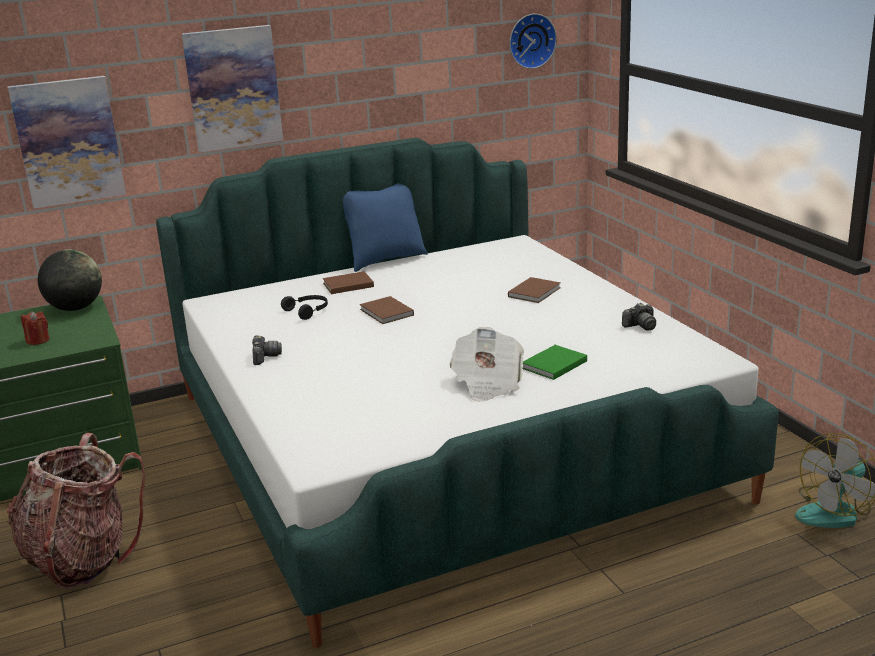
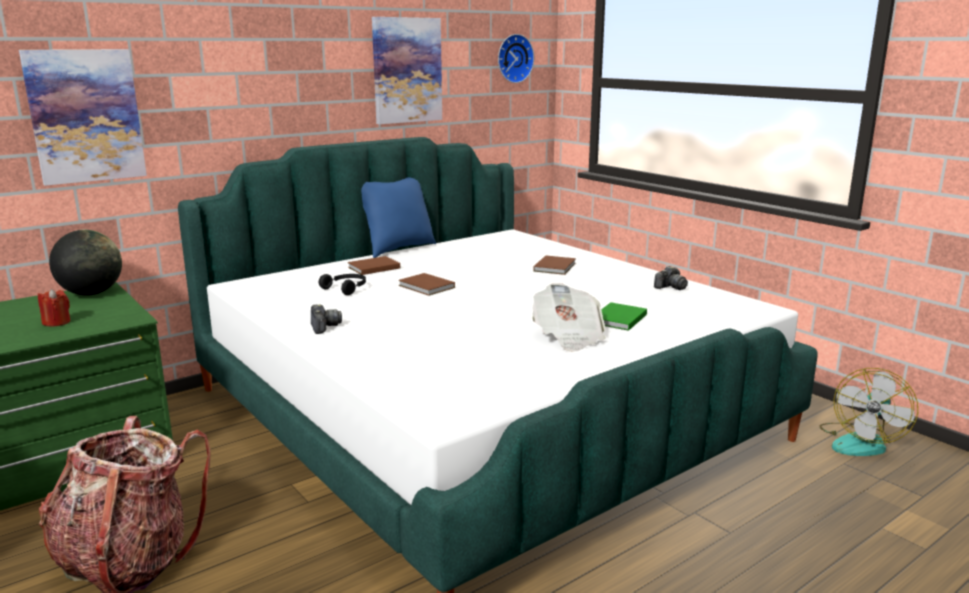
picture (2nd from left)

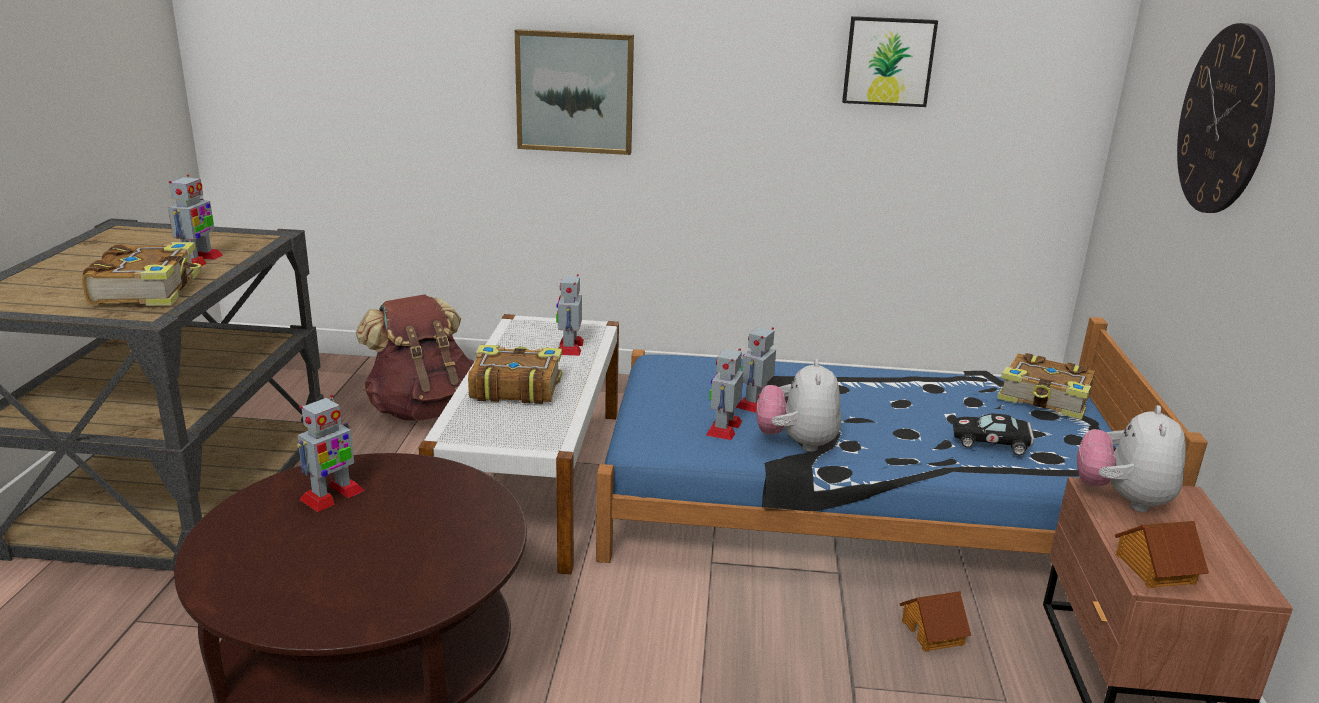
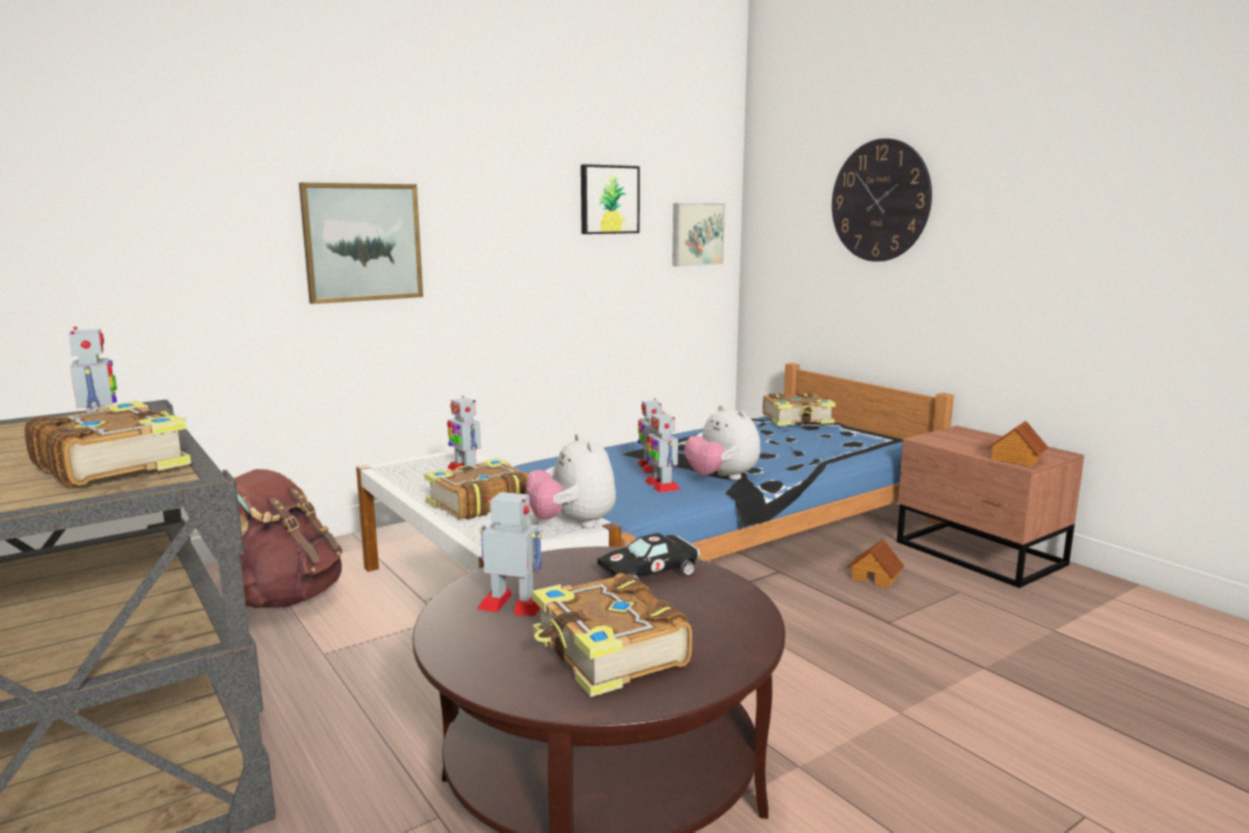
toy robot (3rd from left); plush toy (1st from left); black toy car; picture (3rd from left); book (3rd from left)

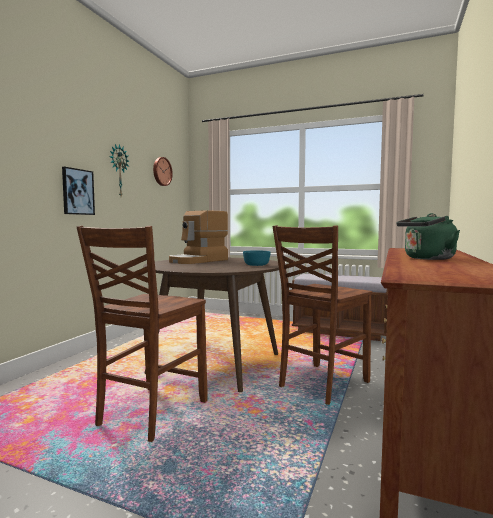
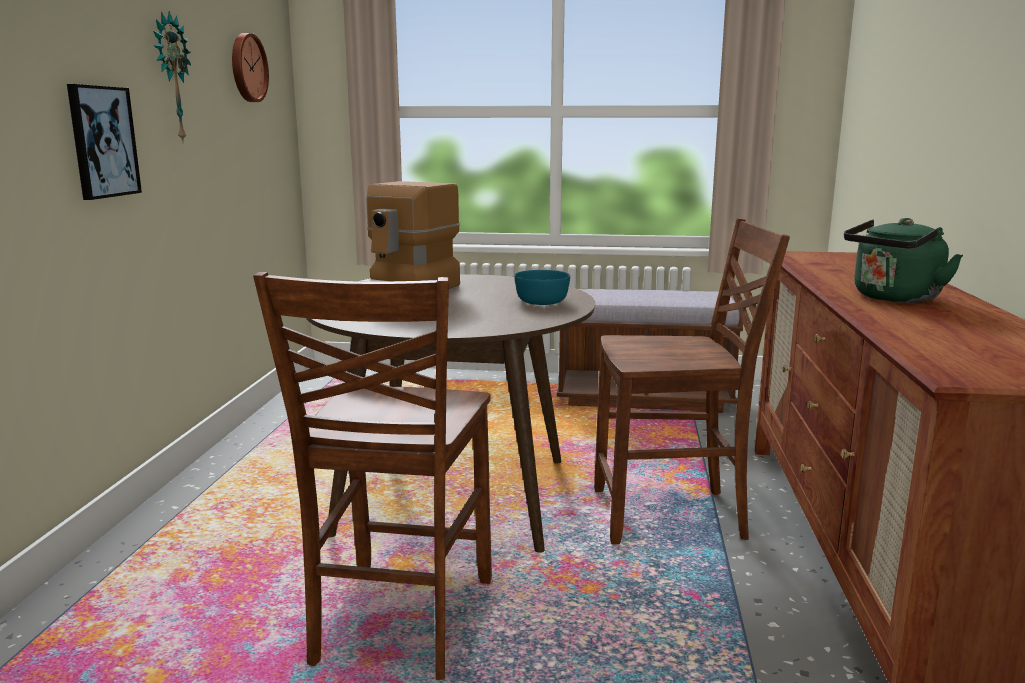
brown chair (2nd from left)

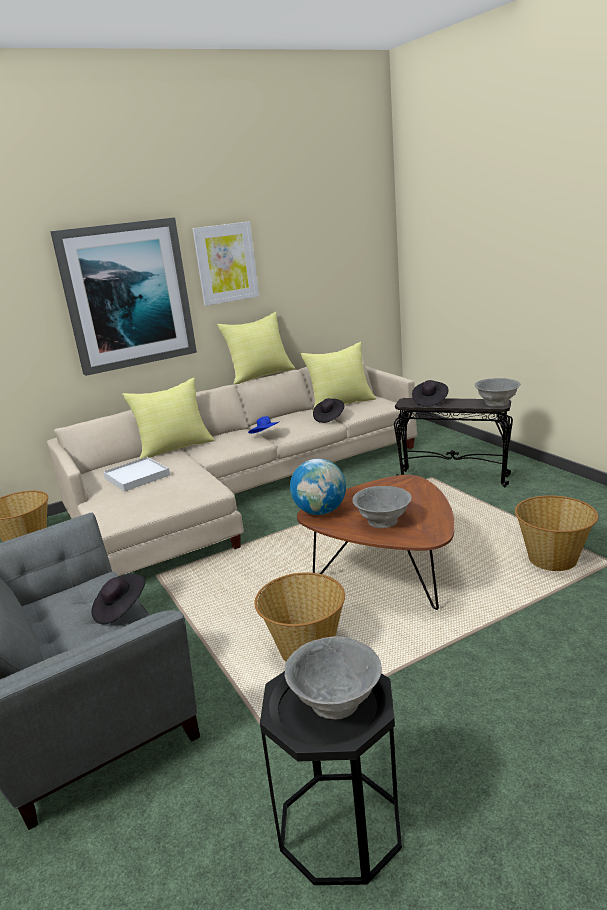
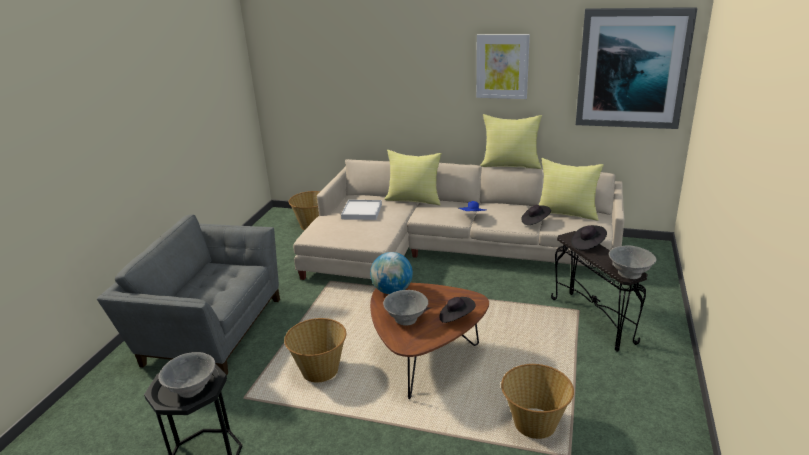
picture (2nd from left); black hat (1st from left)

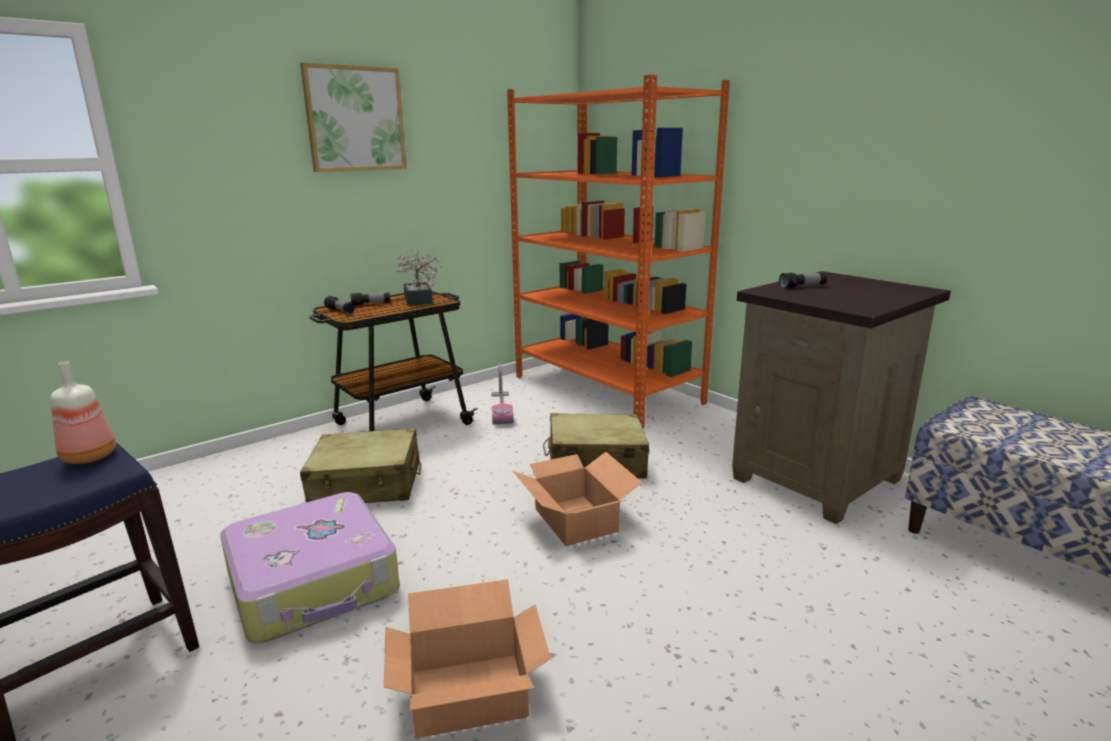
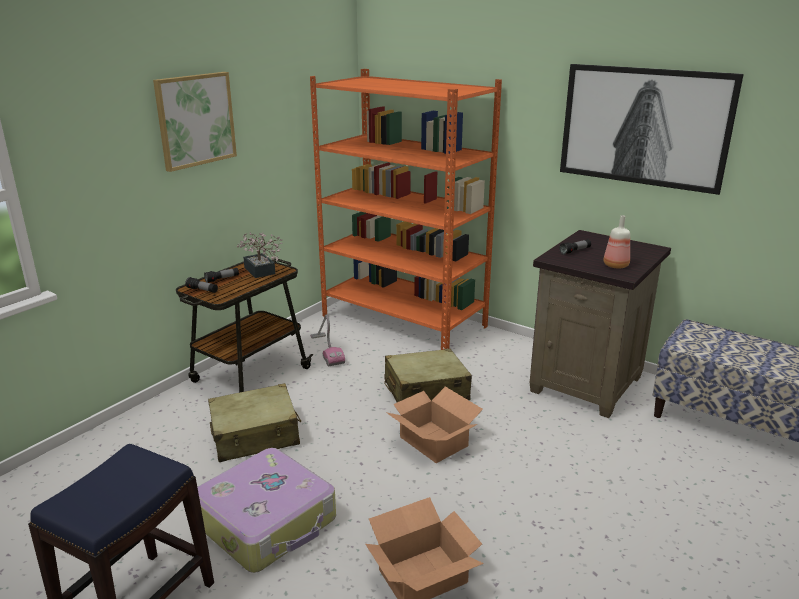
bottle; picture (2nd from left)

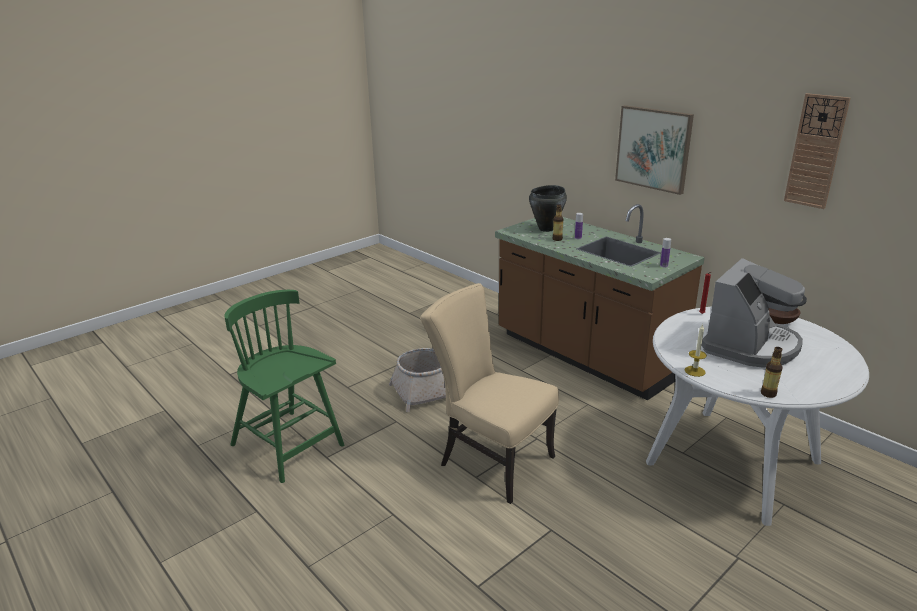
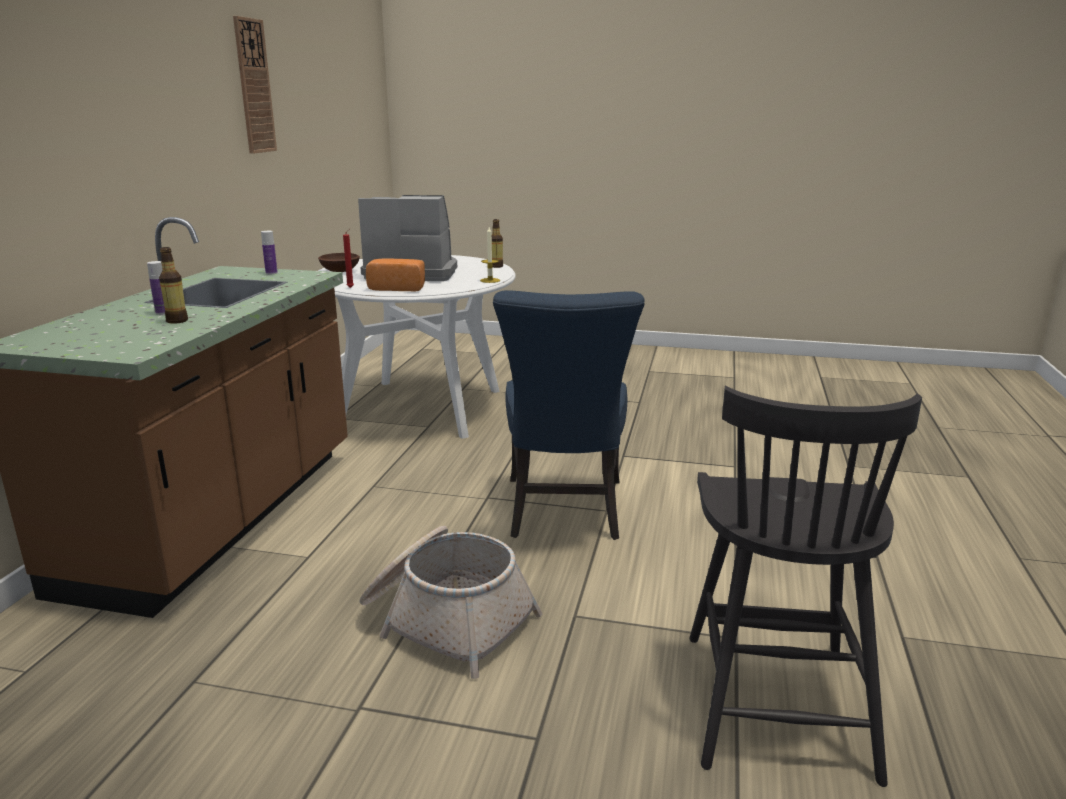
picture; black cooking pot; blue chair; black chair; bread

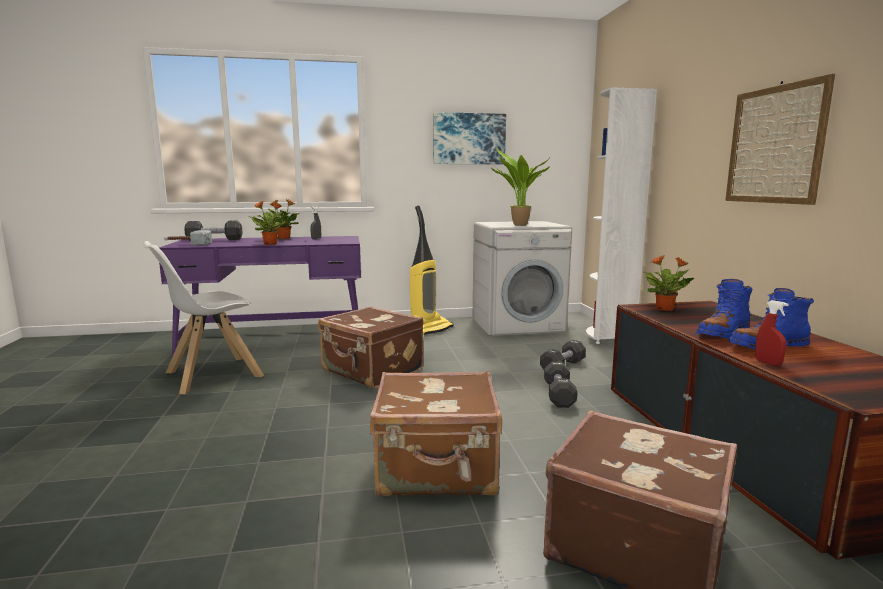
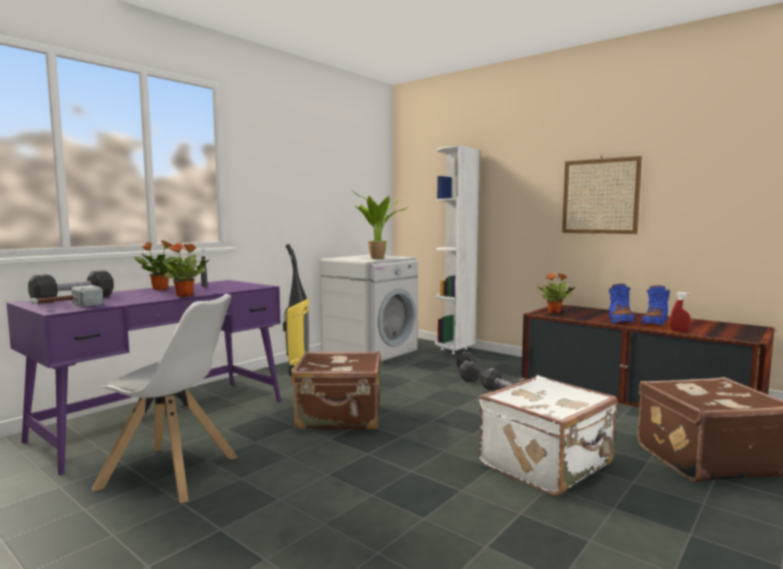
picture (1st from left in the first image); chair; white suitcase

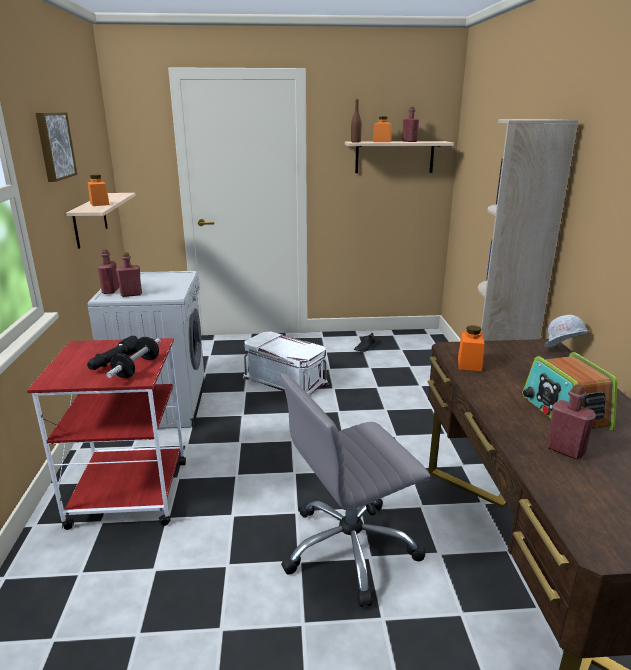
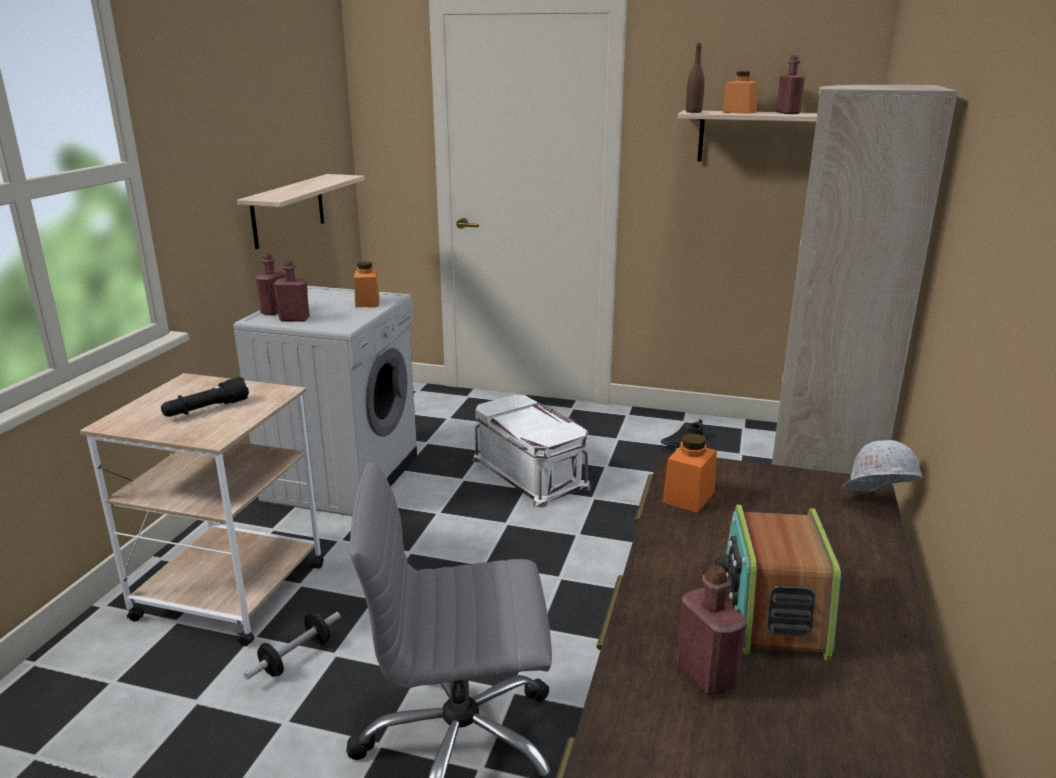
picture; orange jar (1st from left); dumbbell; beige cart

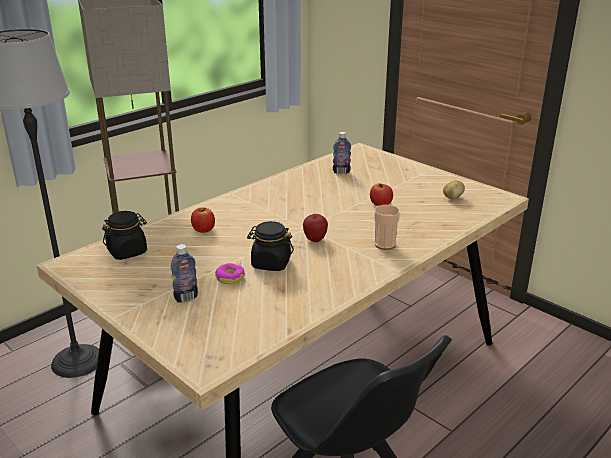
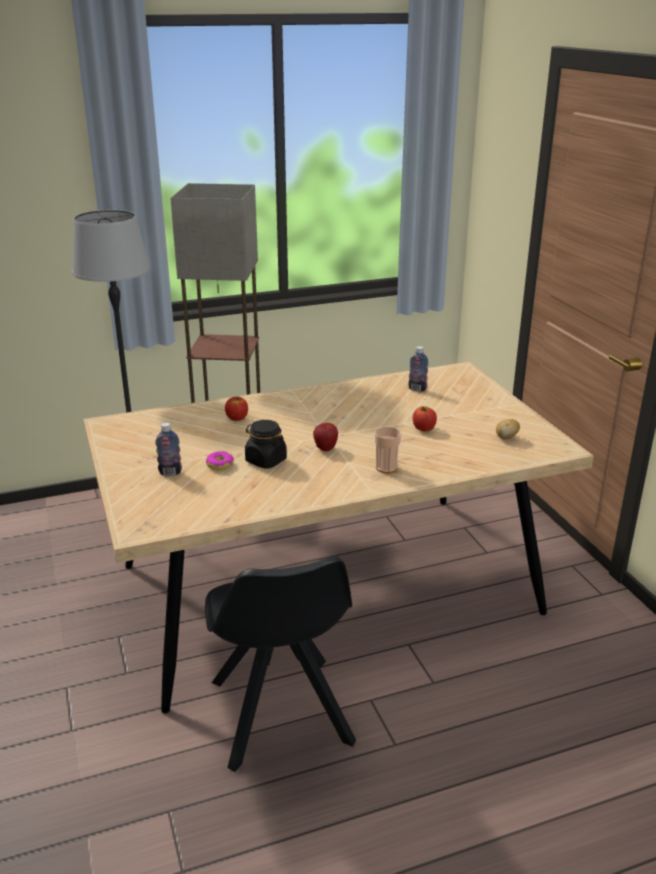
black jar (1st from left in the first image)

